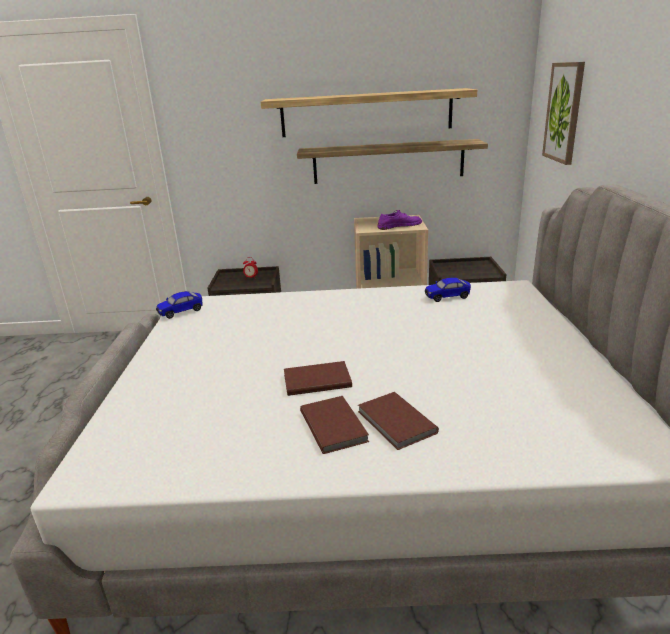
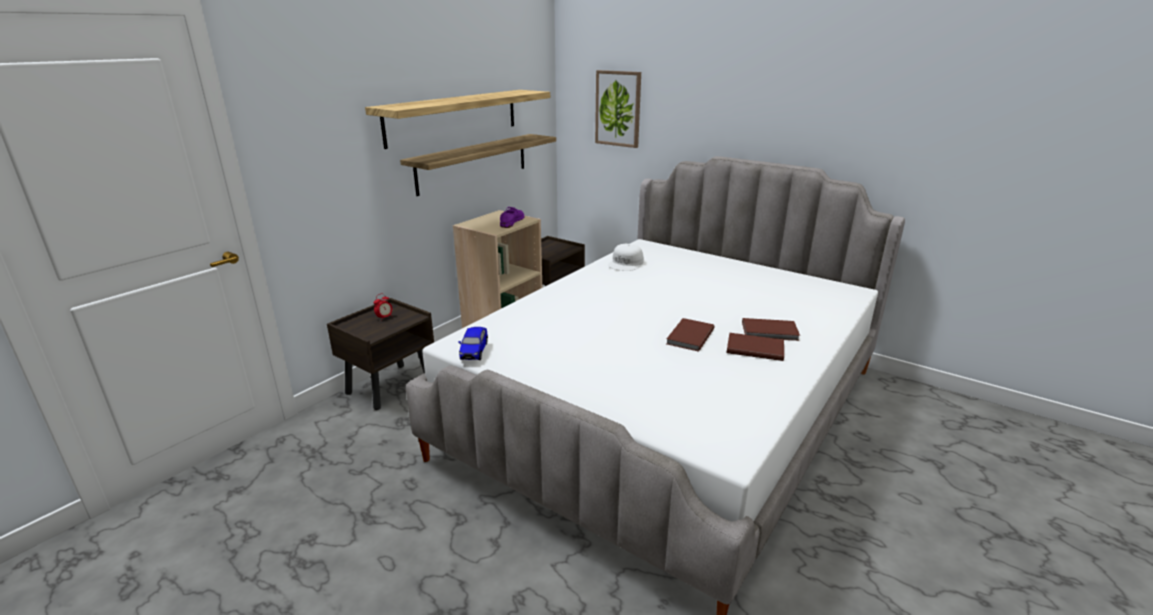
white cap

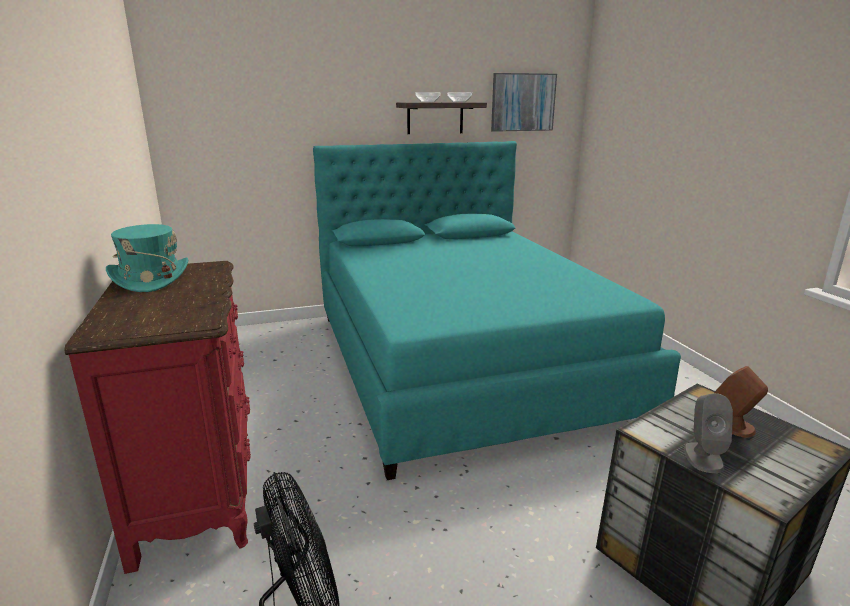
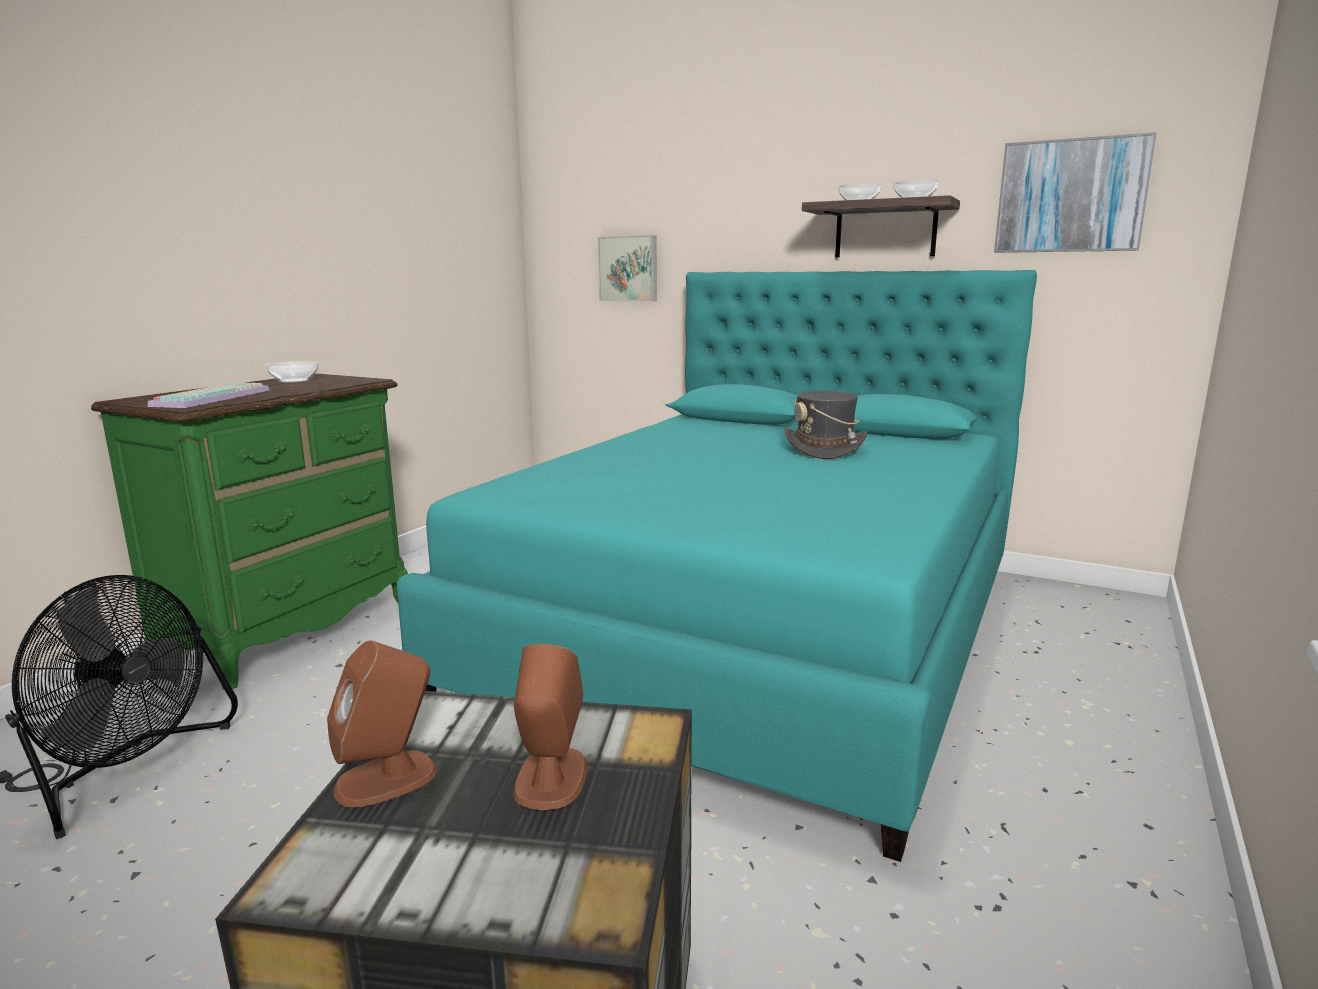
bowl (1st from left); green dresser; brown speaker (1st from left); picture (1st from left); keyboard; grey hat

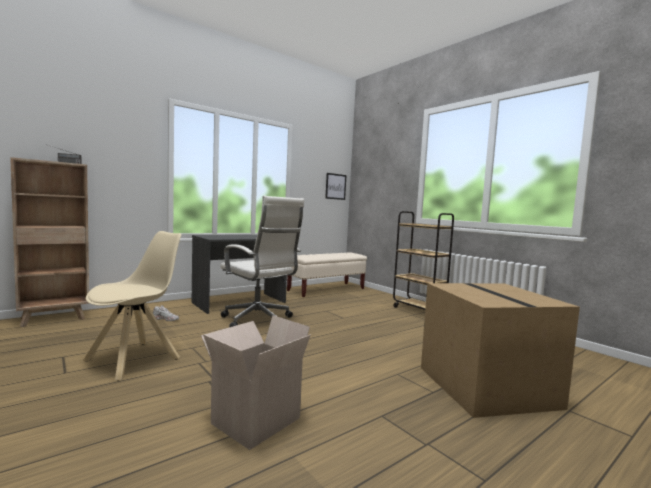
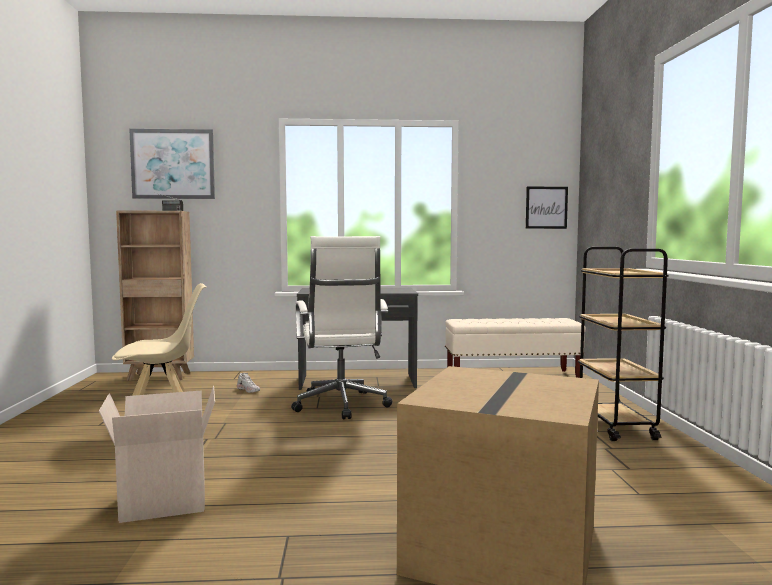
picture (1st from left)

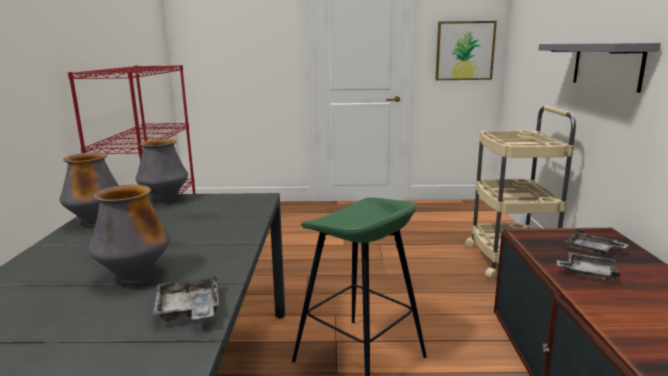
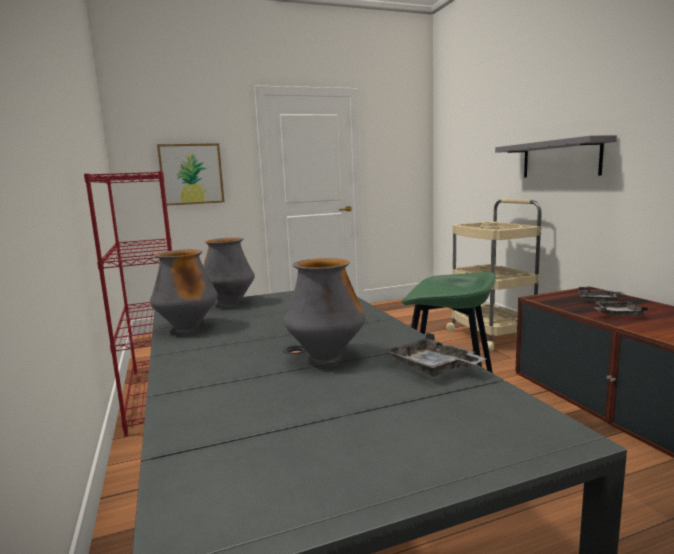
picture

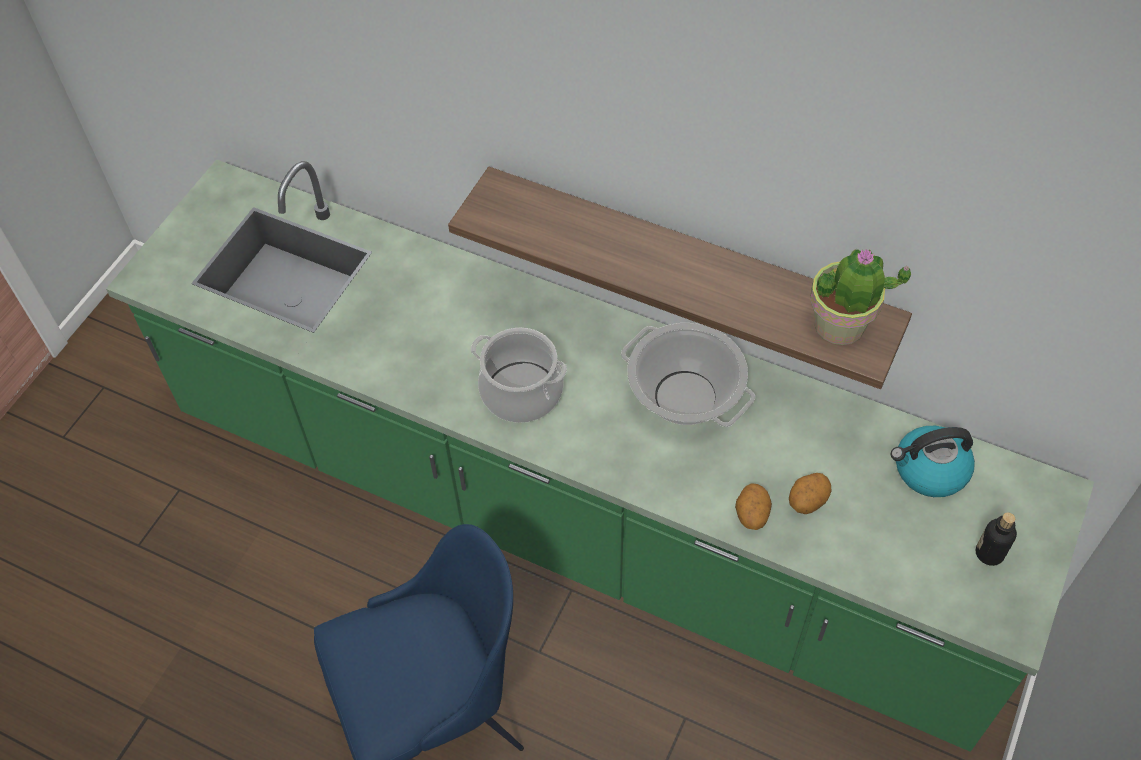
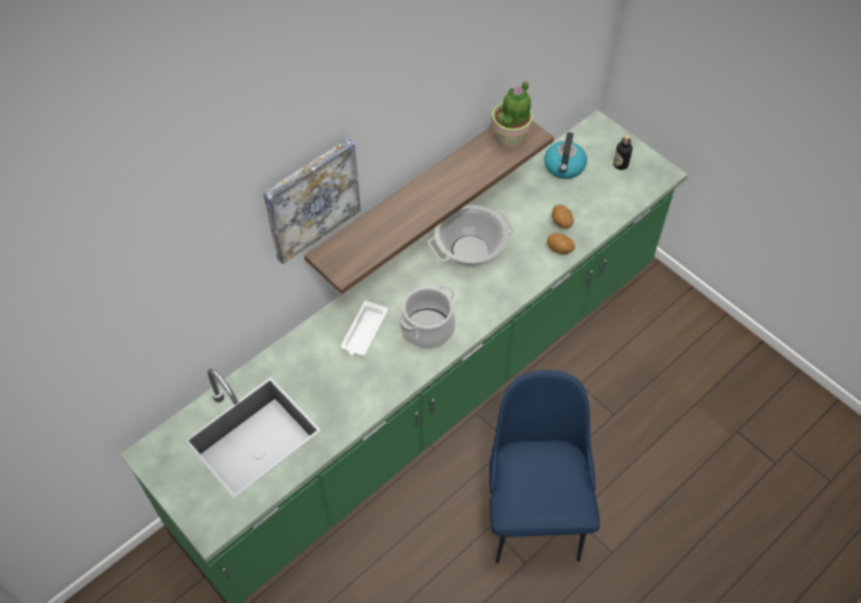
picture; white tray

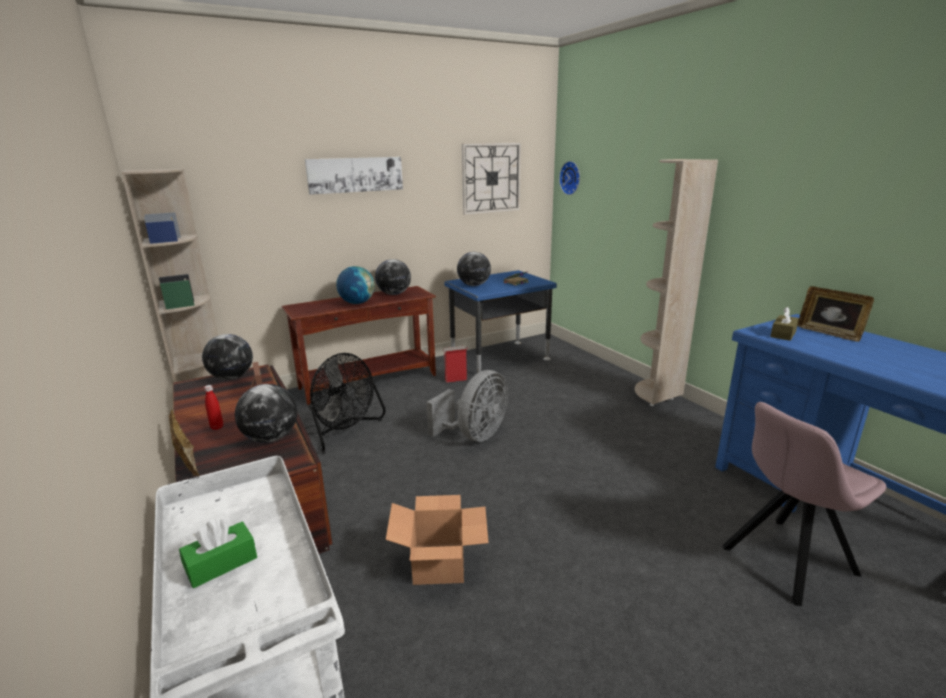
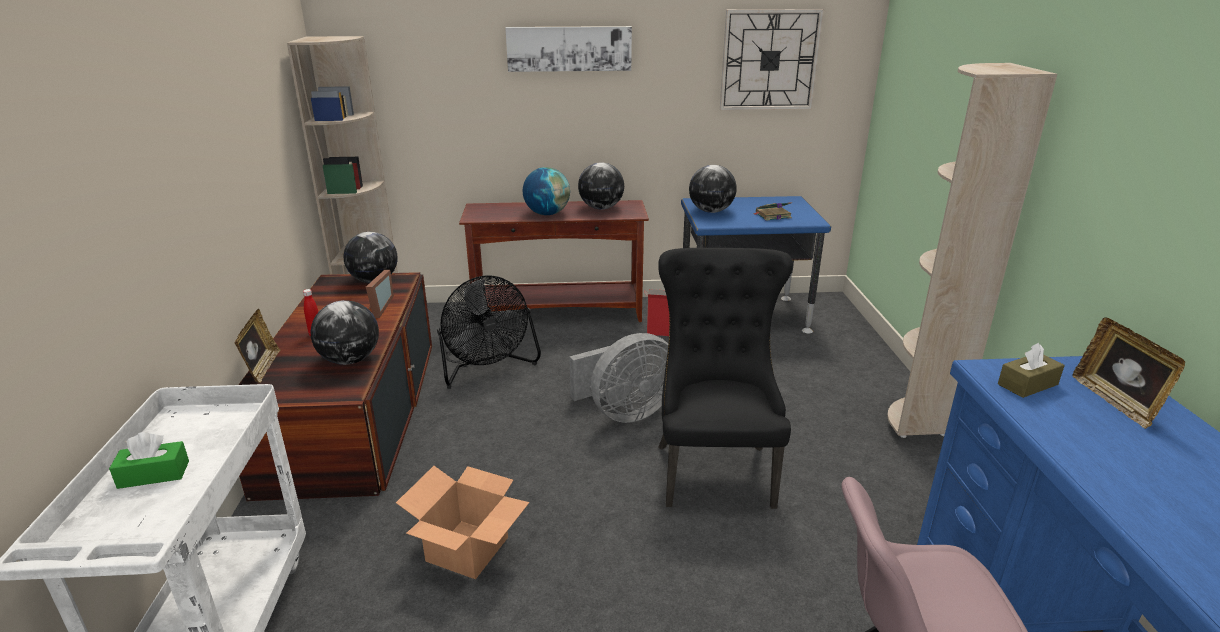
wall clock (2nd from left in the first image); black chair

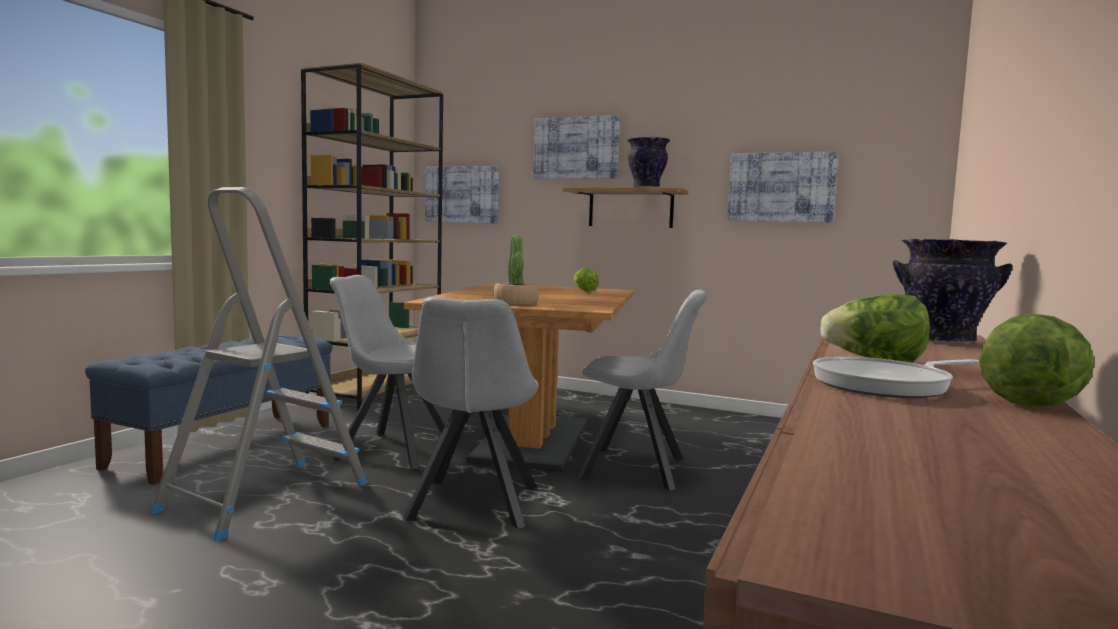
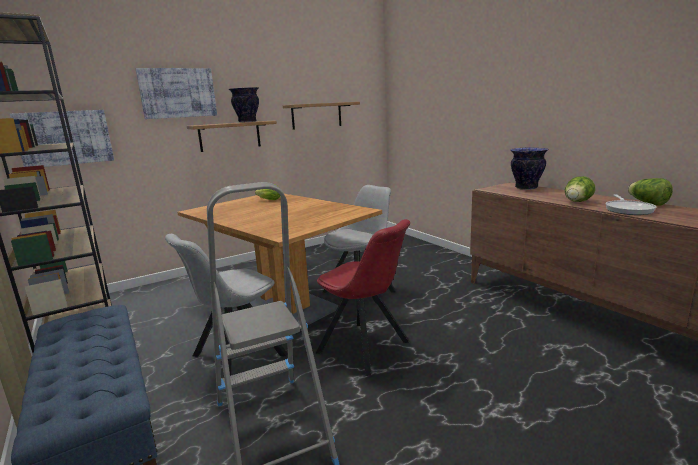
shelf (2nd from left); potted plant; red chair

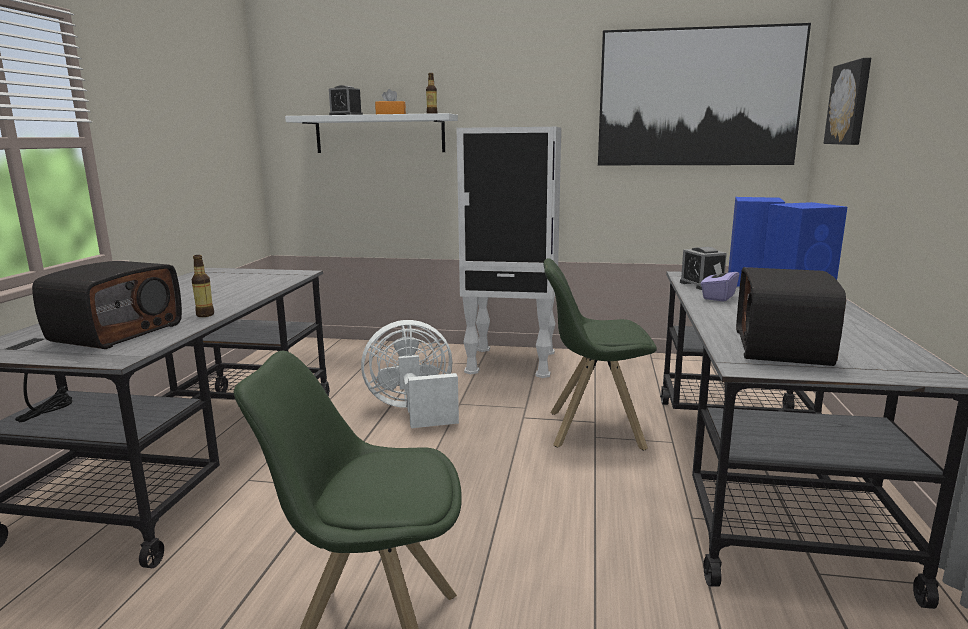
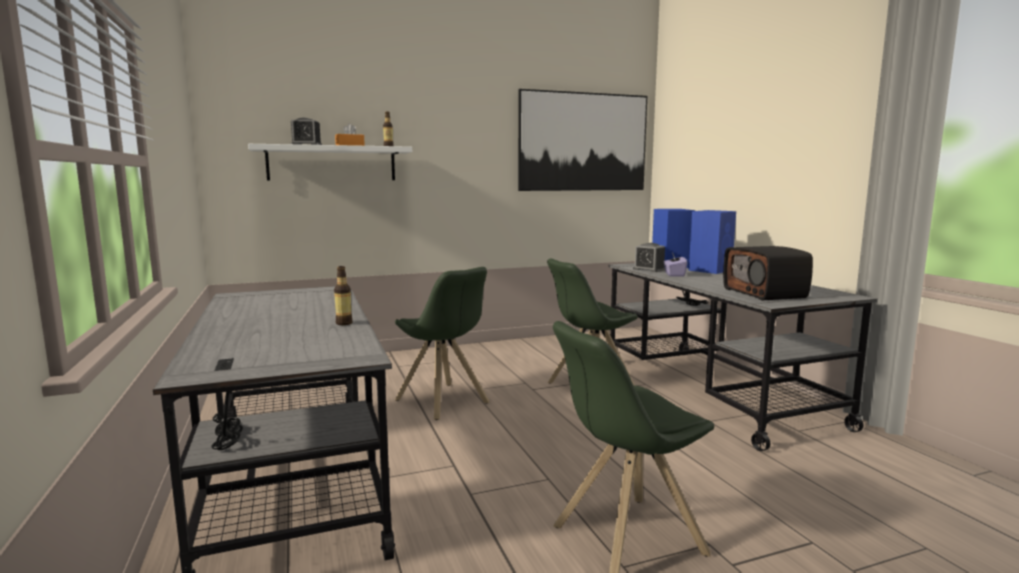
picture (2nd from left in the first image); white cabinet; radio (1st from left in the first image); green chair (1st from left)

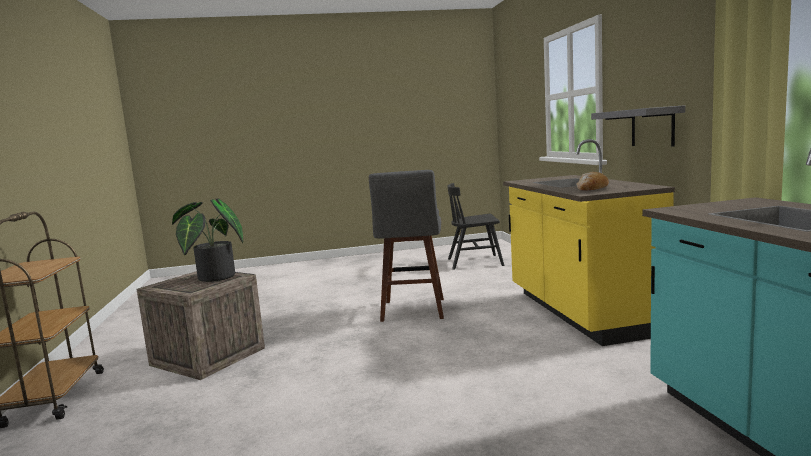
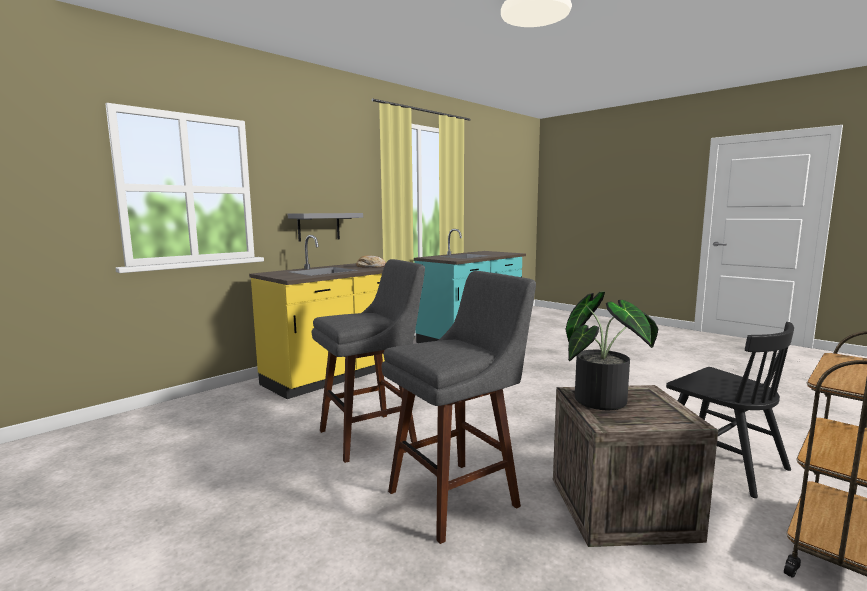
black chair; grey stool (2nd from left)

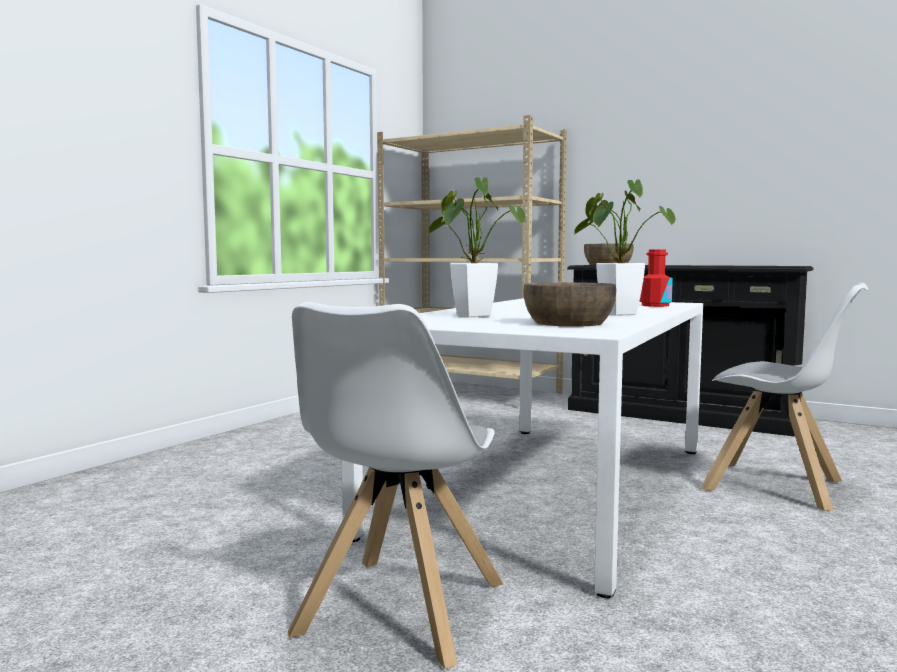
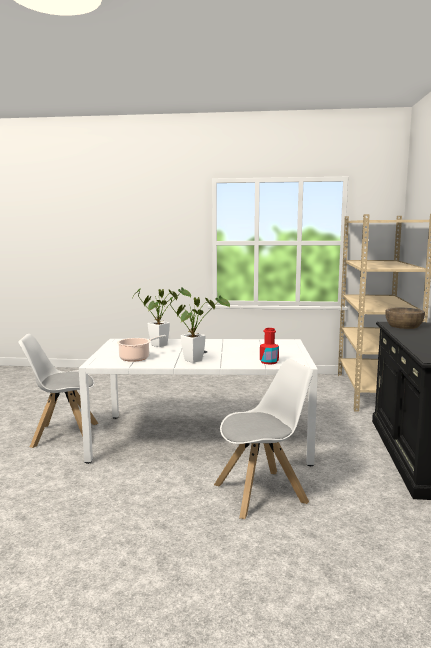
cooking pot; chair (2nd from left)

